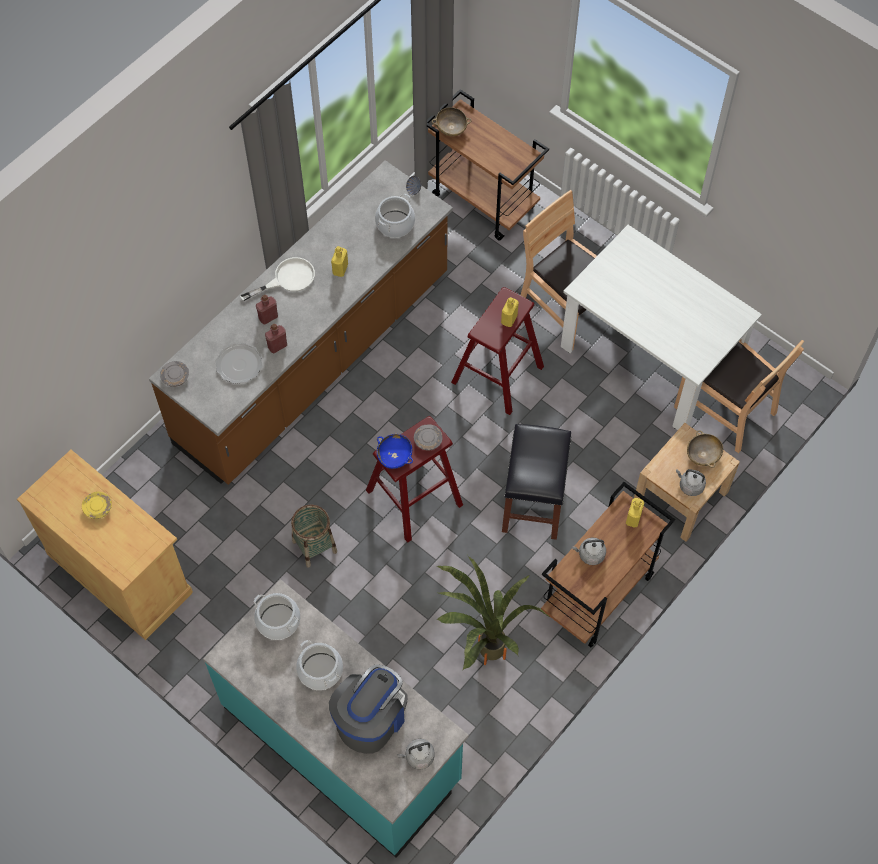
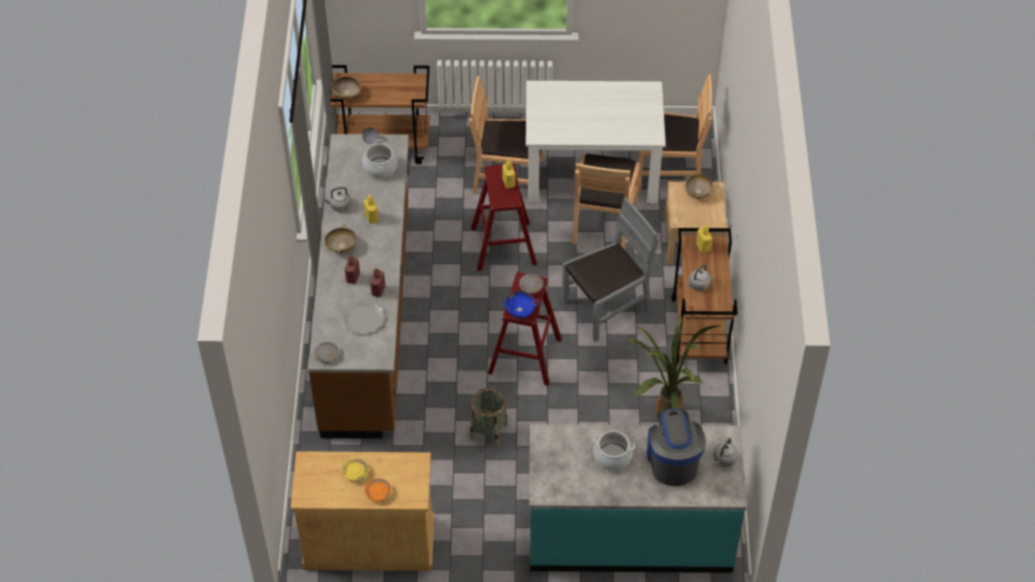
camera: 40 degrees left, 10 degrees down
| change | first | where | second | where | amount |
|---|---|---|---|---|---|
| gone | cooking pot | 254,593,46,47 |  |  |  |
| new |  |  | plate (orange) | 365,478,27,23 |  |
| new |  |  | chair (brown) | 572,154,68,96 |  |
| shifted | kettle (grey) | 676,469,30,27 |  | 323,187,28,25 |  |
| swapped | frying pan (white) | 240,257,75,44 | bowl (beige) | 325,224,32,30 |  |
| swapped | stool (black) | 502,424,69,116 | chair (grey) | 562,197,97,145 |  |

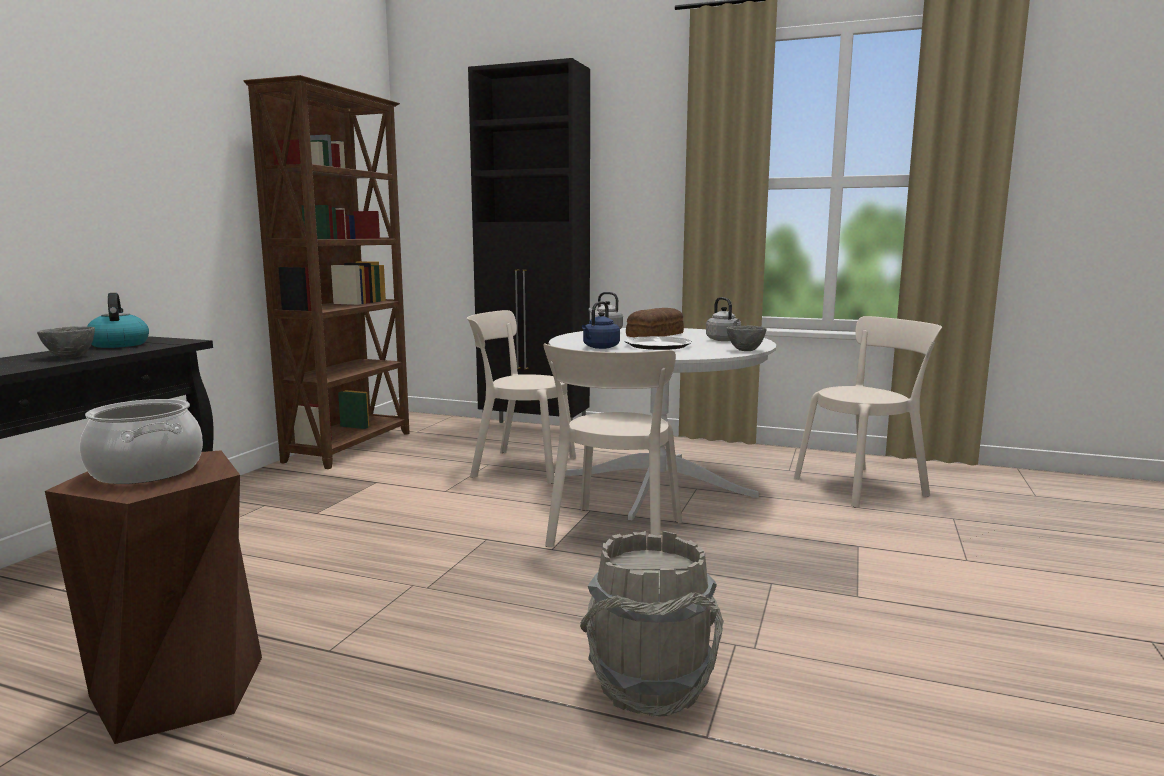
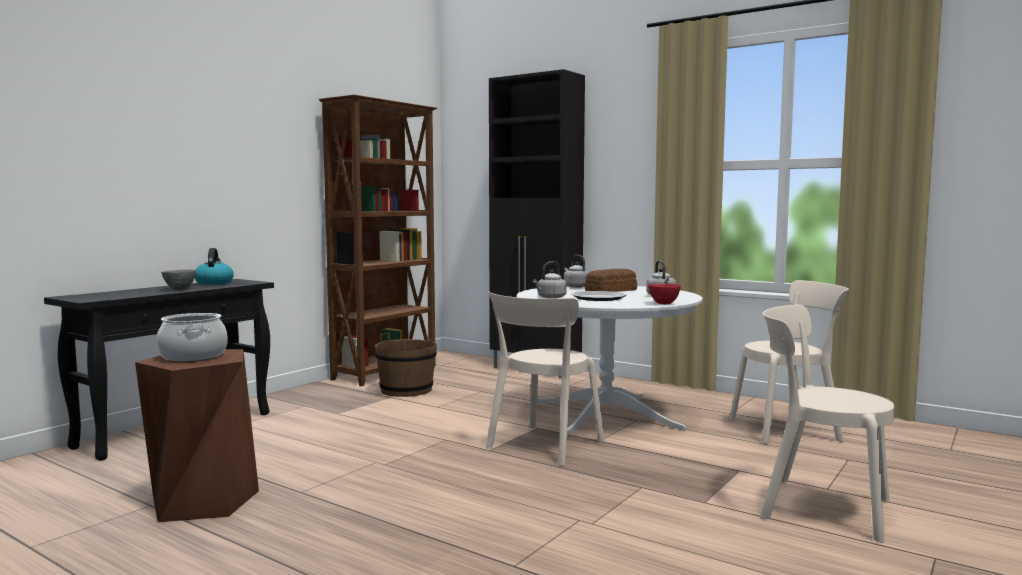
camera: 15 degrees right, 5 degrees down
| change | first | where | second | where | amount |
|---|---|---|---|---|---|
| gone | bucket (grey) | 580,531,144,186 |  |  |  |
| new |  |  | bucket (brown) | 375,332,62,65 |  |
| shifted | chair (beige) | 467,310,109,174 |  | 760,305,134,237 |  |
| repainted | kettle (blue) | 582,301,38,48 | kettle (grey) | 533,261,34,38 |  |
| repainted | bowl (grey) | 727,325,40,26 | bowl (red) | 648,284,33,20 |  |

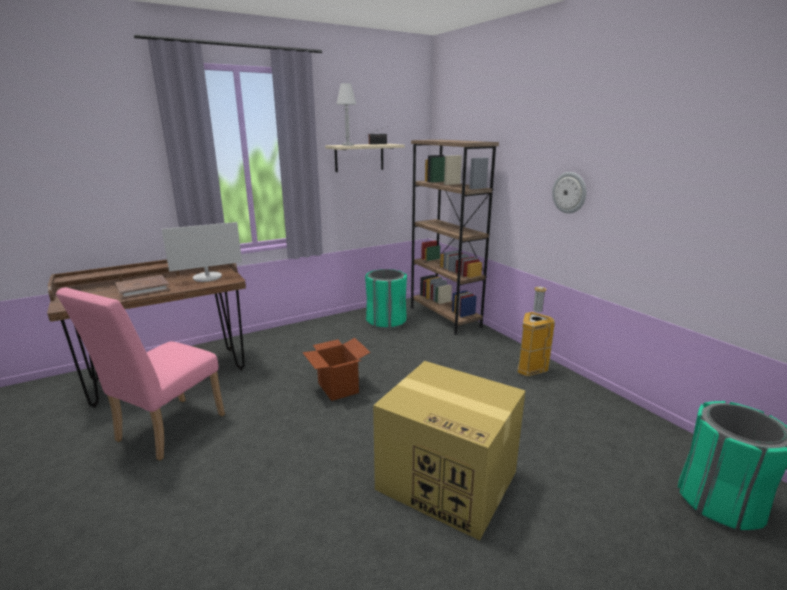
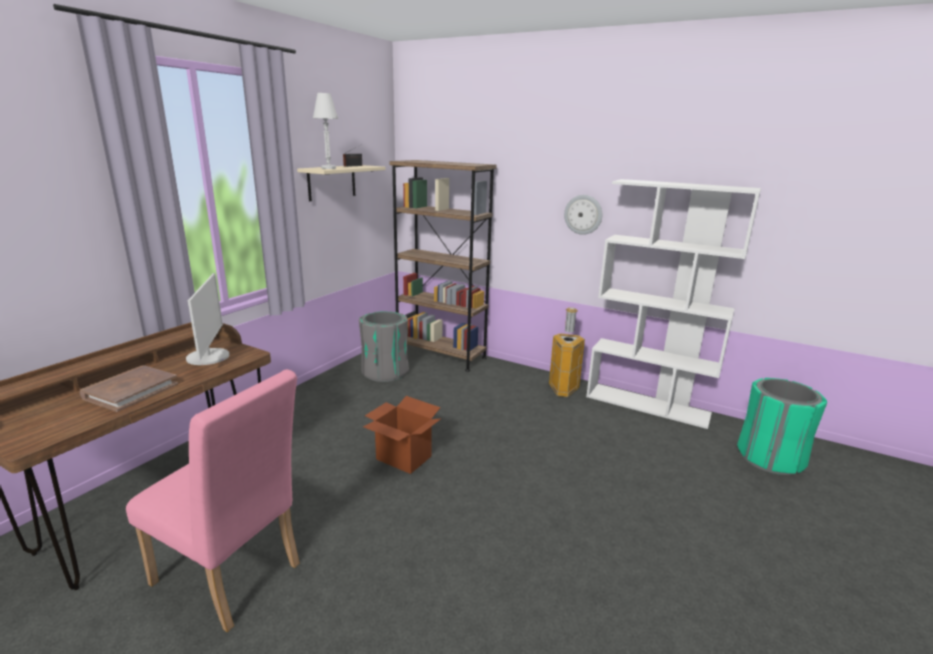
camera: 30 degrees left, 0 degrees up
| change | first | where | second | where | amount |
|---|---|---|---|---|---|
| gone | cardboard box | 373,361,153,180 |  |  |  |
| new |  |  | bookcase (white) | 586,179,175,250 |  |
| repainted | trash can (green) | 365,269,42,60 | trash can (grey) | 359,311,50,71 |  |
| rotated | chair (pink) | 56,287,169,173 |  | 126,369,174,263 | 60 degrees counterclockwise |
| rotated | monitor | 162,222,80,60 |  | 186,273,43,92 | 45 degrees counterclockwise |

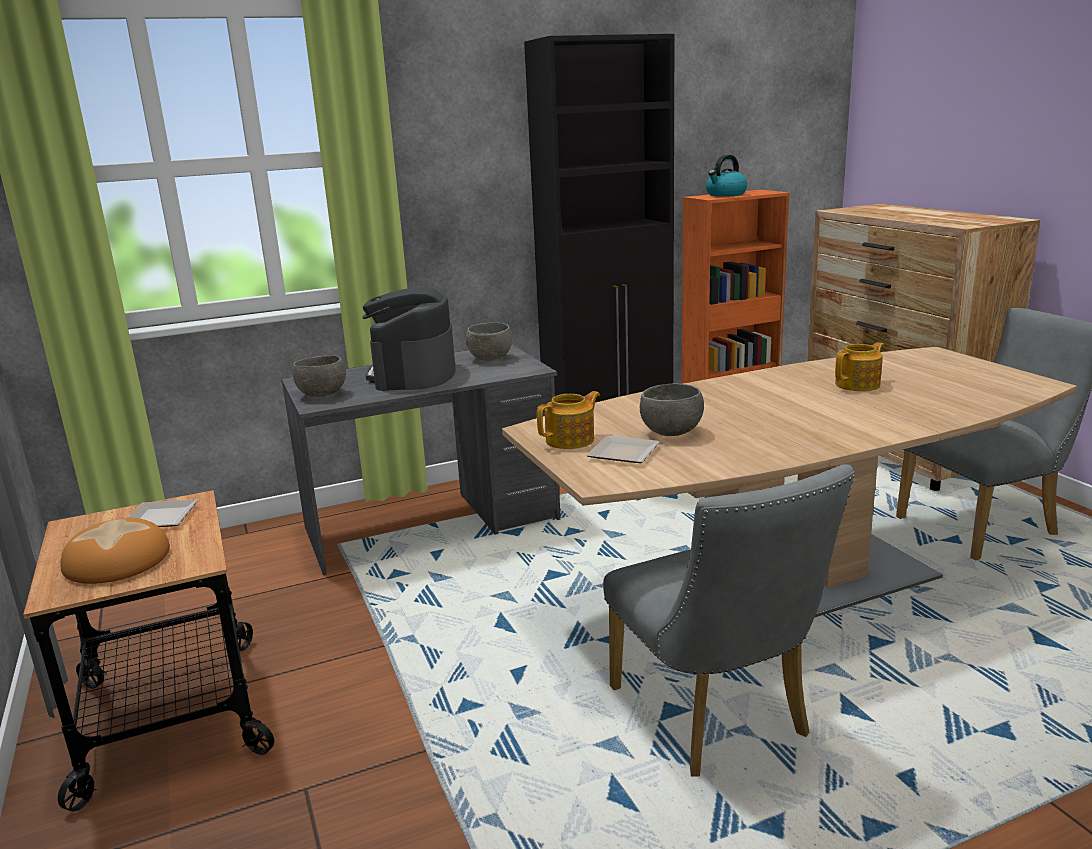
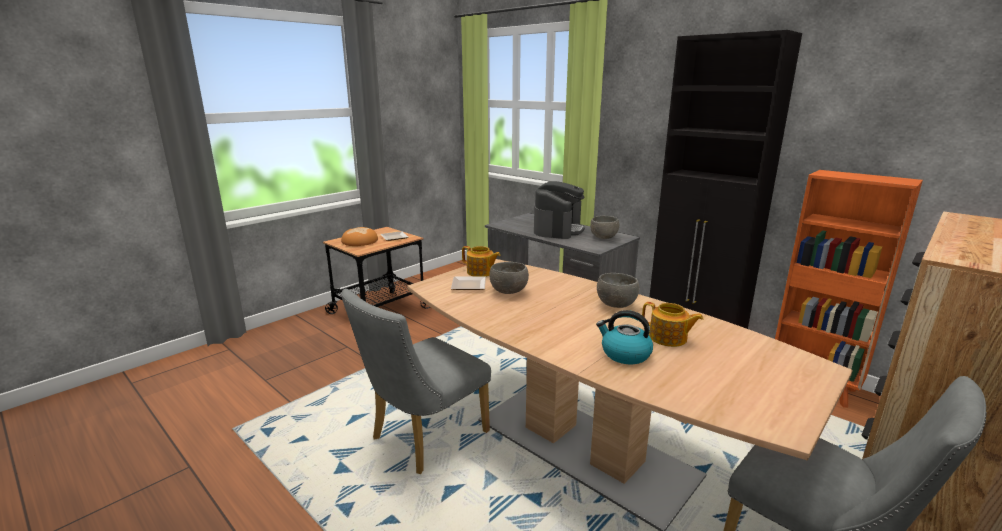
camera: 65 degrees right, 0 degrees up
| change | first | where | second | where | amount |
|---|---|---|---|---|---|
| shifted | bowl (grey) | 292,355,54,42 |  | 597,273,42,35 |  |
| shifted | kettle | 706,155,41,42 |  | 596,310,57,54 |  |
| rotated | coffee machine | 362,287,94,104 |  | 534,181,51,58 | 135 degrees clockwise |

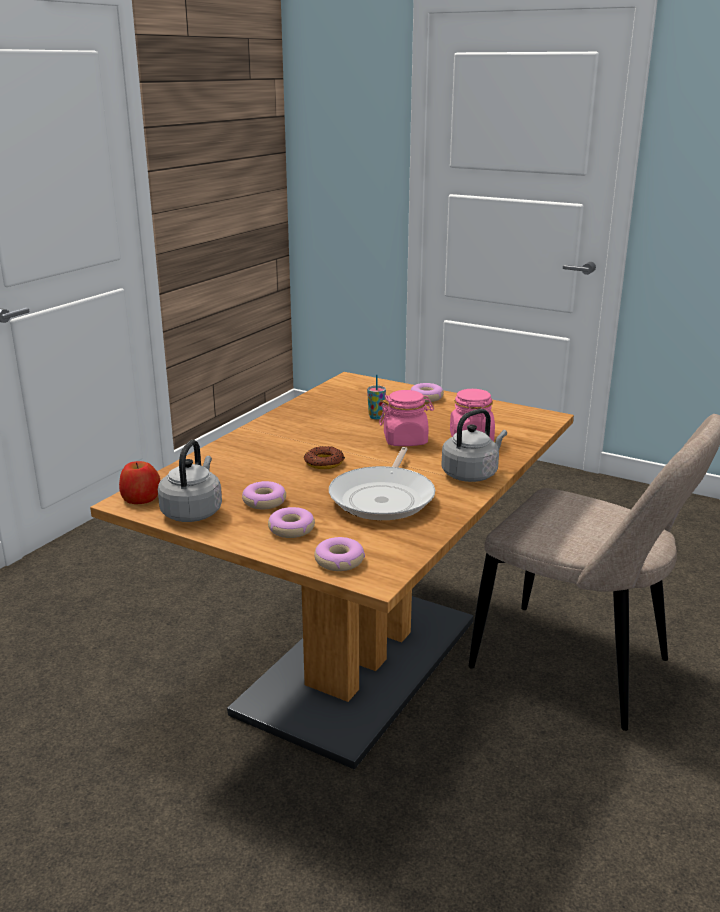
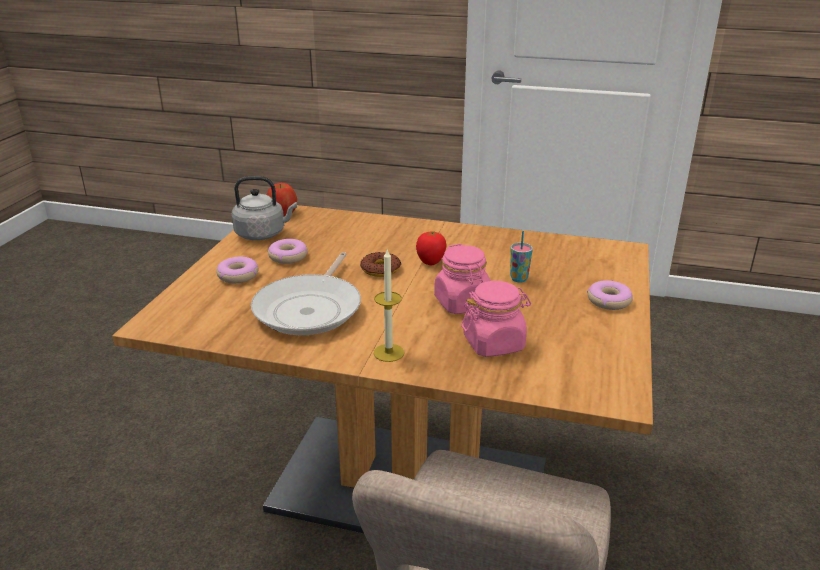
camera: 75 degrees right, 5 degrees up
| change | first | where | second | where | amount |
|---|---|---|---|---|---|
| gone | donut | 314,537,51,34 |  |  |  |
| new |  |  | tomato | 416,231,31,34 |  |
| swapped | kettle (grey) | 441,409,66,73 | candle | 374,248,30,114 |  |
| rotated | frying pan | 329,447,106,73 |  | 251,252,110,83 | 75 degrees counterclockwise |

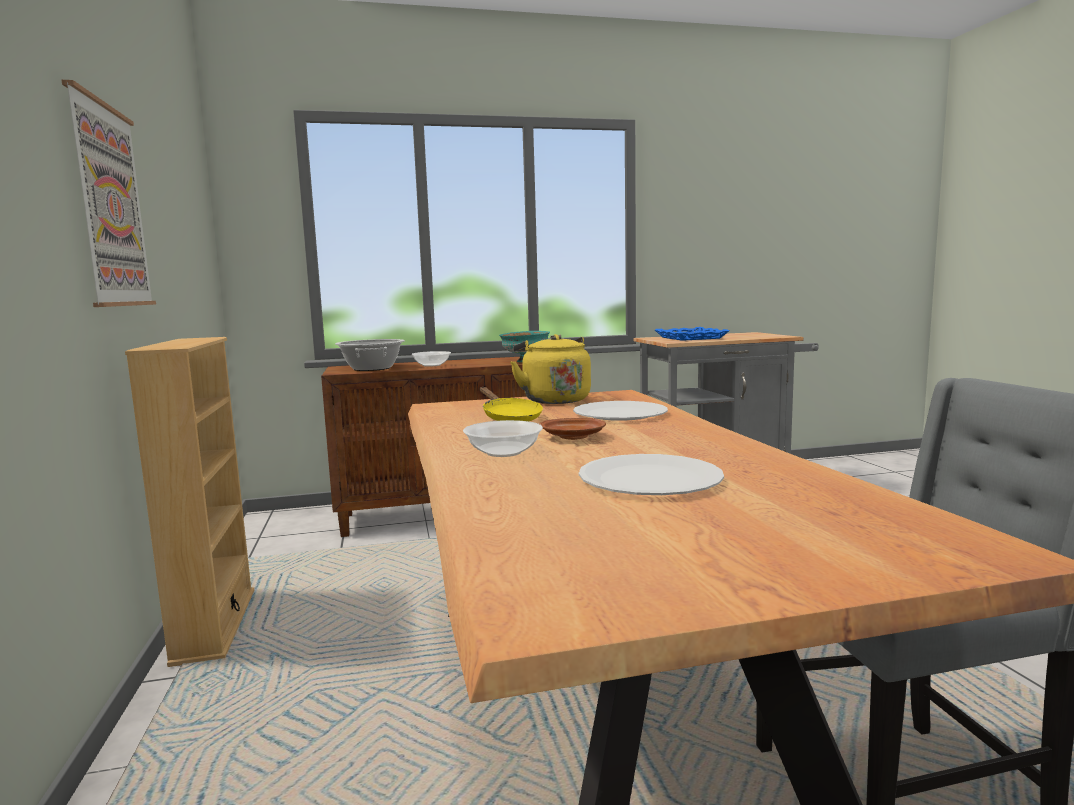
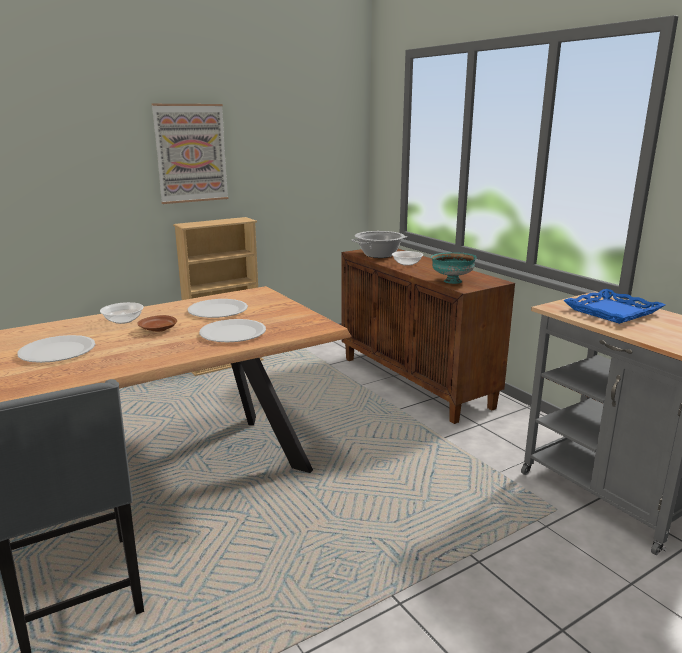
camera: 70 degrees right, 10 degrees up
| change | first | where | second | where | amount |
|---|---|---|---|---|---|
| gone | kettle (yellow) | 510,334,81,70 |  |  |  |
| swapped | frying pan (yellow) | 479,387,64,34 | plate (white) | 187,299,61,19 |  |

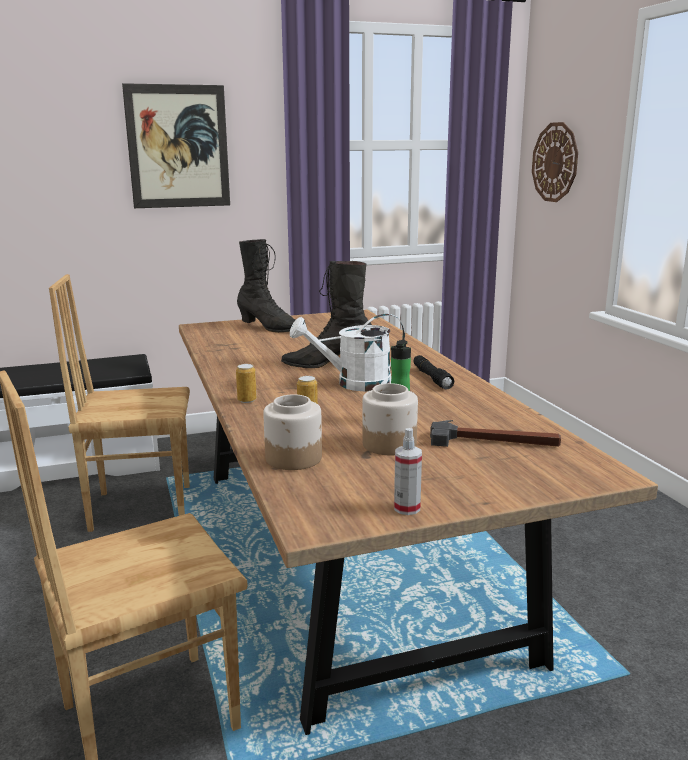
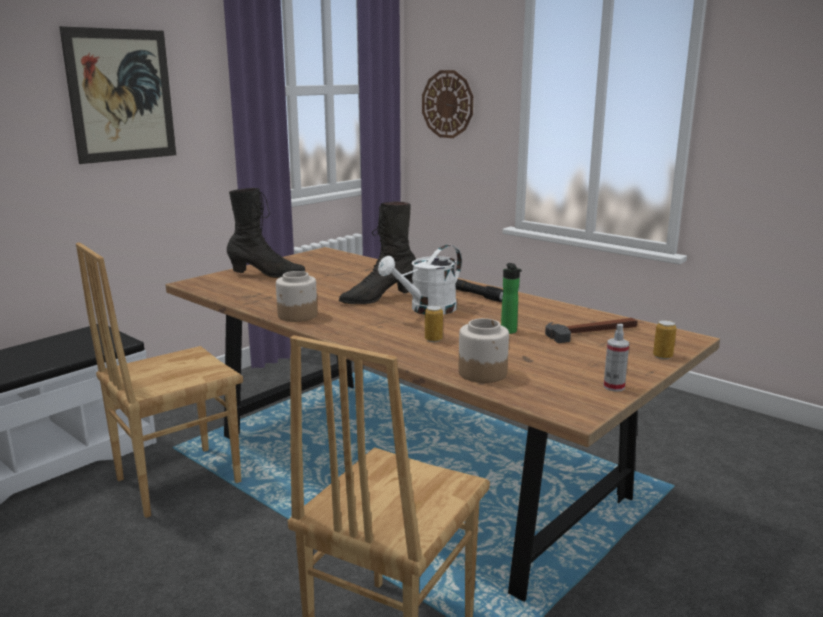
camera: 30 degrees left, 0 degrees up
| change | first | where | second | where | amount |
|---|---|---|---|---|---|
| shifted | can | 236,364,21,39 |  | 653,320,23,39 |  |
| shifted | jar | 362,383,56,72 |  | 276,271,41,51 |  |

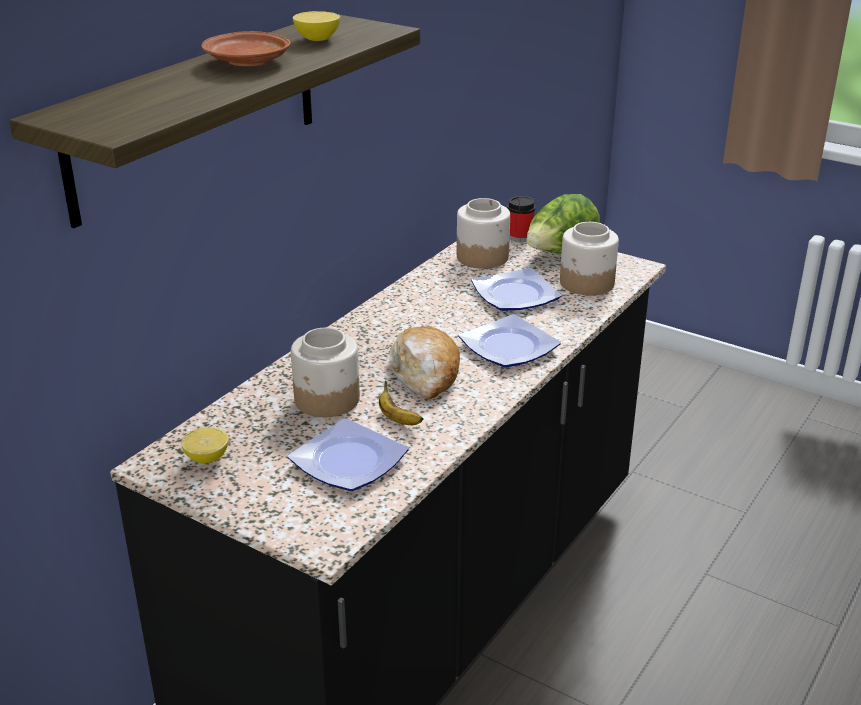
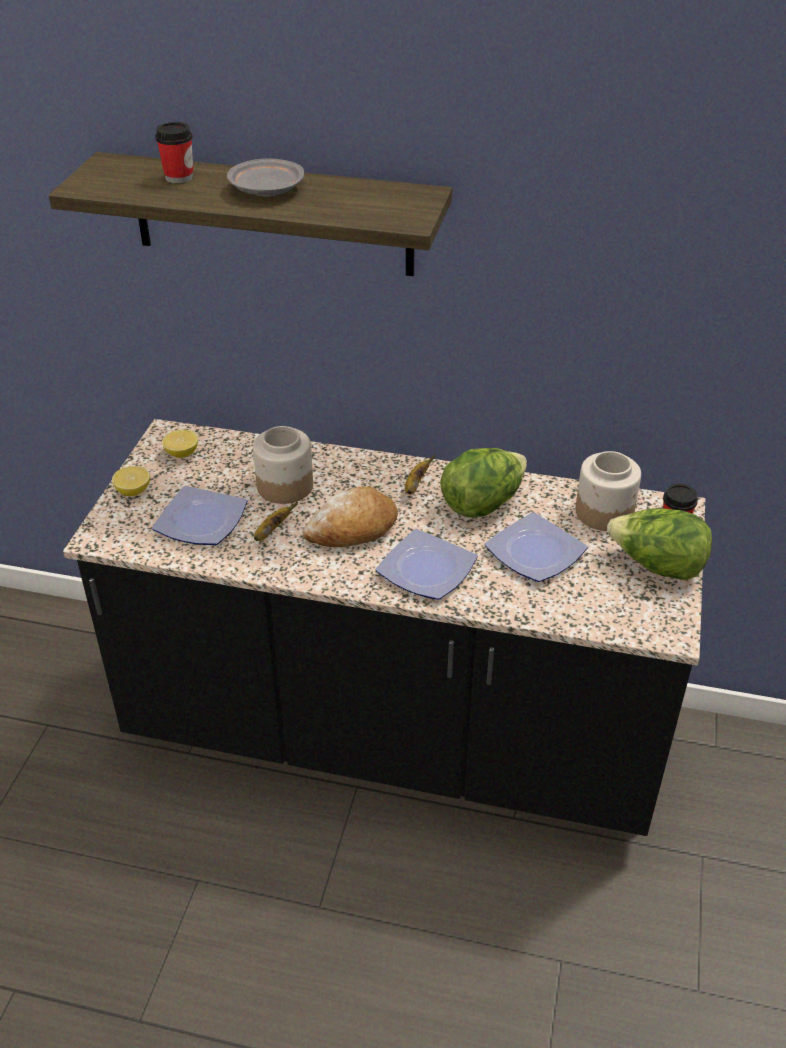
camera: 70 degrees right, 10 degrees up
| change | first | where | second | where | amount |
|---|---|---|---|---|---|
| gone | jar | 560,222,59,73 |  |  |  |
| new |  |  | cup | 155,122,38,61 |  |
| new |  |  | banana | 405,454,30,41 |  |
| new |  |  | lettuce | 440,448,87,69 |  |
| shifted | lemon | 293,11,47,30 |  | 112,466,38,30 |  |
| repainted | plate (brown) | 202,31,89,36 | plate (grey) | 227,158,77,39 |  |

